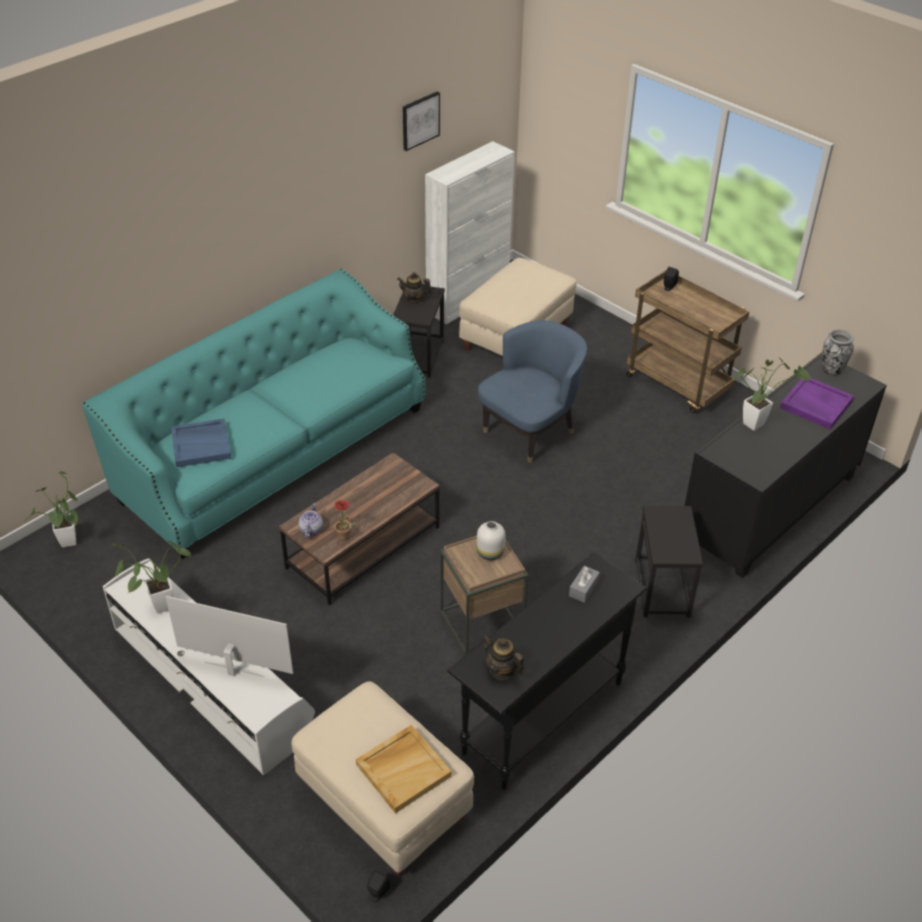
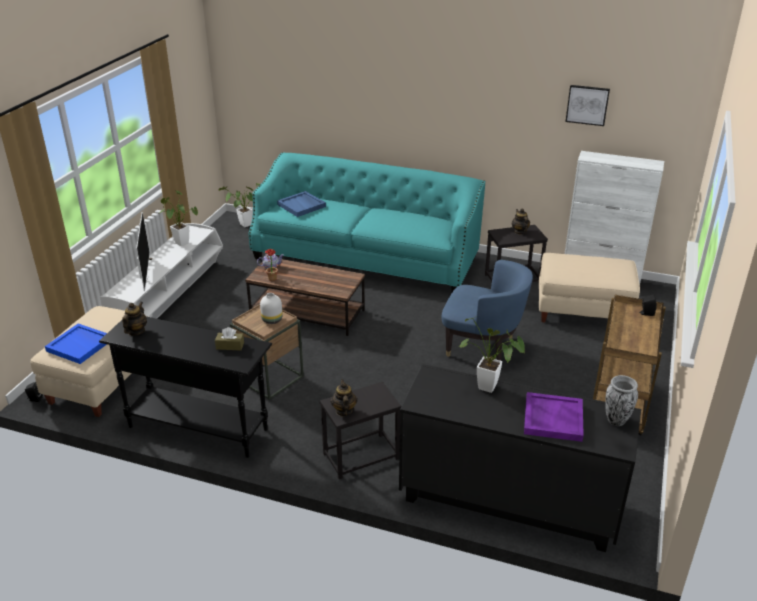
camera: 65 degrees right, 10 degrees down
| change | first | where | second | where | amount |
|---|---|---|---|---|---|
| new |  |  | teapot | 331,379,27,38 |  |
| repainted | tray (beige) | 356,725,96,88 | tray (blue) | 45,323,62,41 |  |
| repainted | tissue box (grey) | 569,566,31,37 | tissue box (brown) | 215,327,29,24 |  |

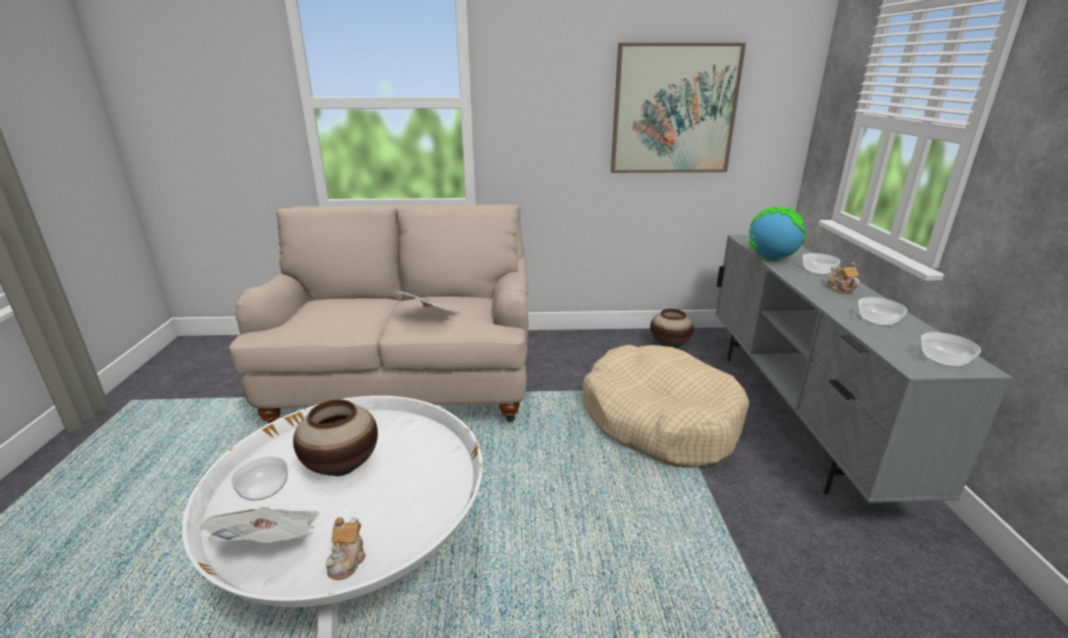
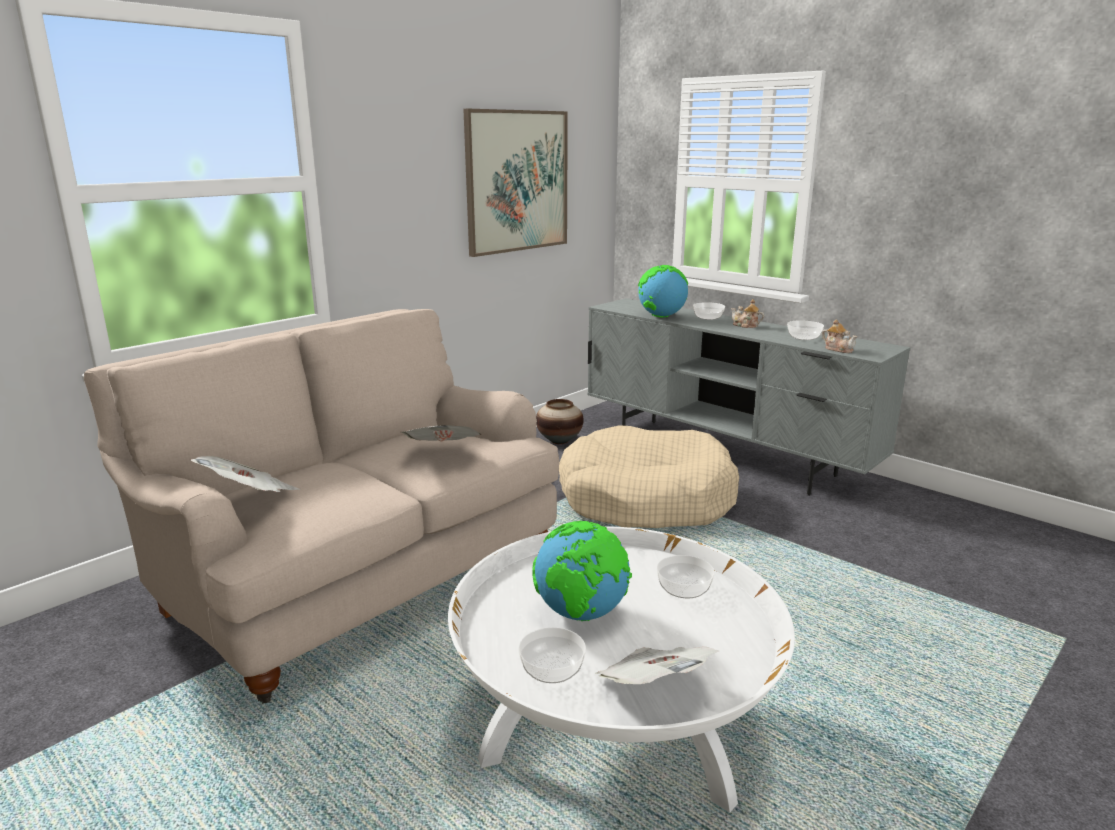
camera: 45 degrees left, 5 degrees down
| change | first | where | second | where | amount |
|---|---|---|---|---|---|
| new |  |  | newspaper | 190,456,111,36 |  |
| shifted | teapot | 326,517,40,63 |  | 822,319,36,34 |  |
| shifted | bowl | 920,332,61,35 |  | 657,555,58,43 |  |
| swapped | vase | 293,399,85,77 | globe | 532,521,100,100 |  |

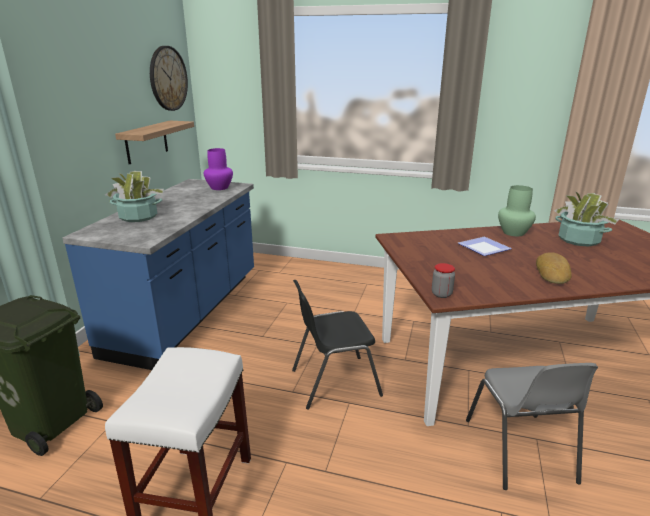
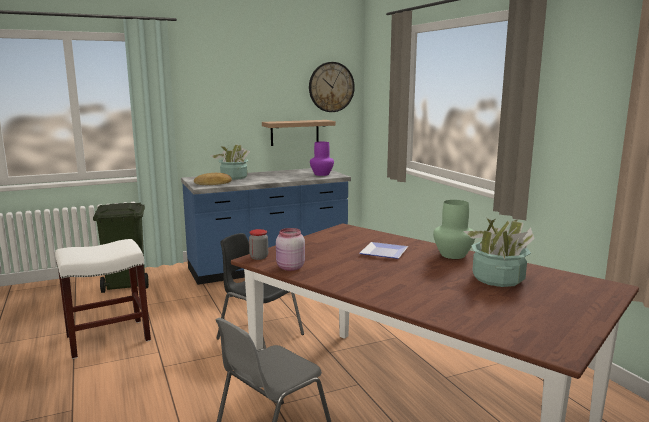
camera: 50 degrees right, 10 degrees down
| change | first | where | second | where | amount |
|---|---|---|---|---|---|
| new |  |  | jar (pink) | 276,228,29,43 |  |
| shifted | bread | 536,252,36,32 |  | 194,173,38,12 |  |

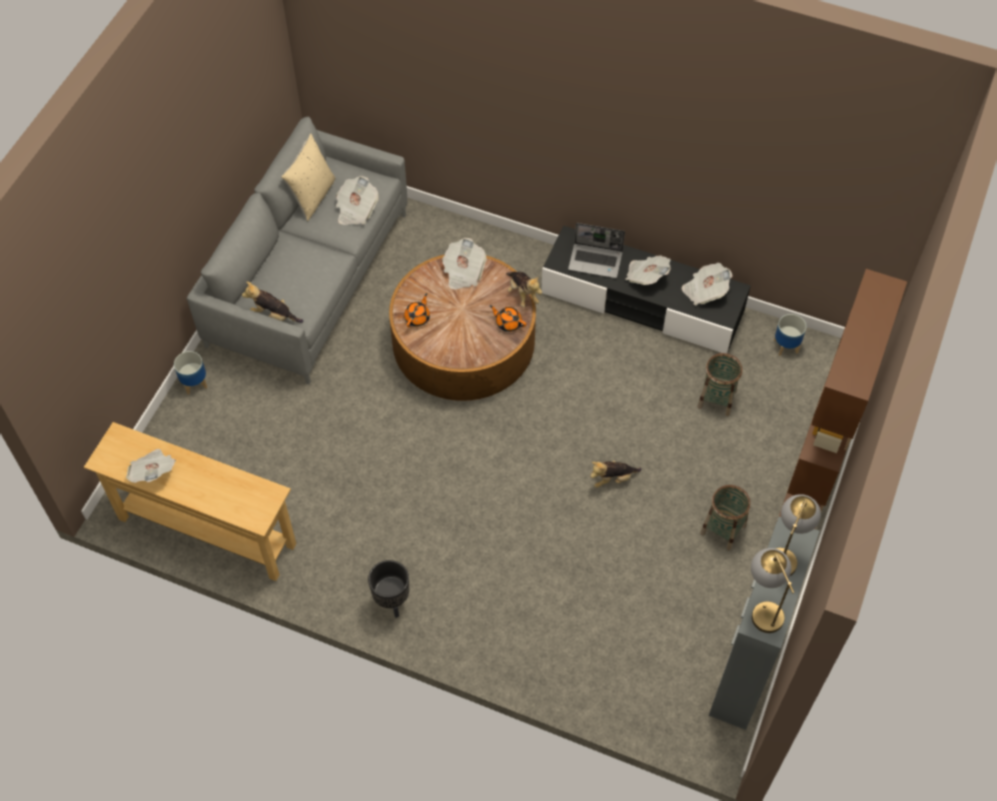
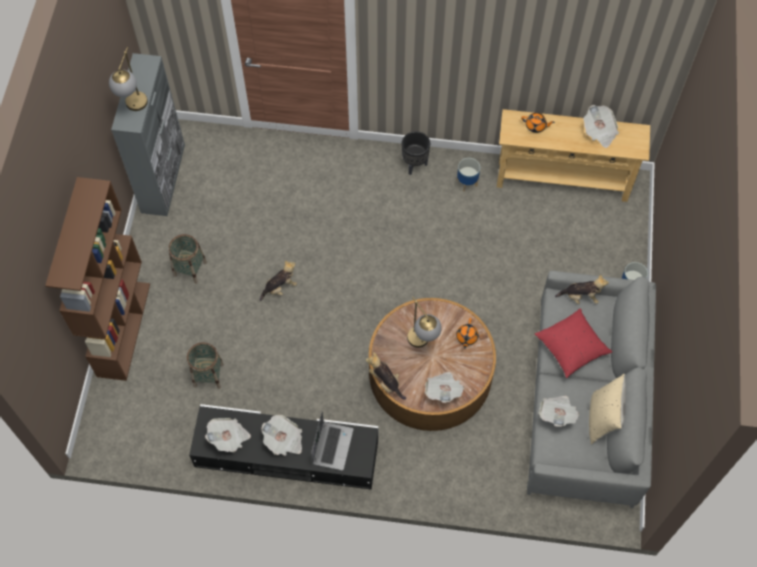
camera: 165 degrees right, 5 degrees up
| change | first | where | second | where | amount |
|---|---|---|---|---|---|
| new |  |  | pillow (red) | 535,309,77,69 |  |
| shifted | teapot (orange) | 490,305,36,27 |  | 521,112,34,21 |  |
| shifted | table lamp | 751,548,43,85 |  | 407,297,35,51 |  |
| shifted | planter | 774,314,32,42 |  | 457,158,23,34 |  |
| rotated | laptop | 568,223,57,55 |  | 311,412,42,59 | 105 degrees clockwise |

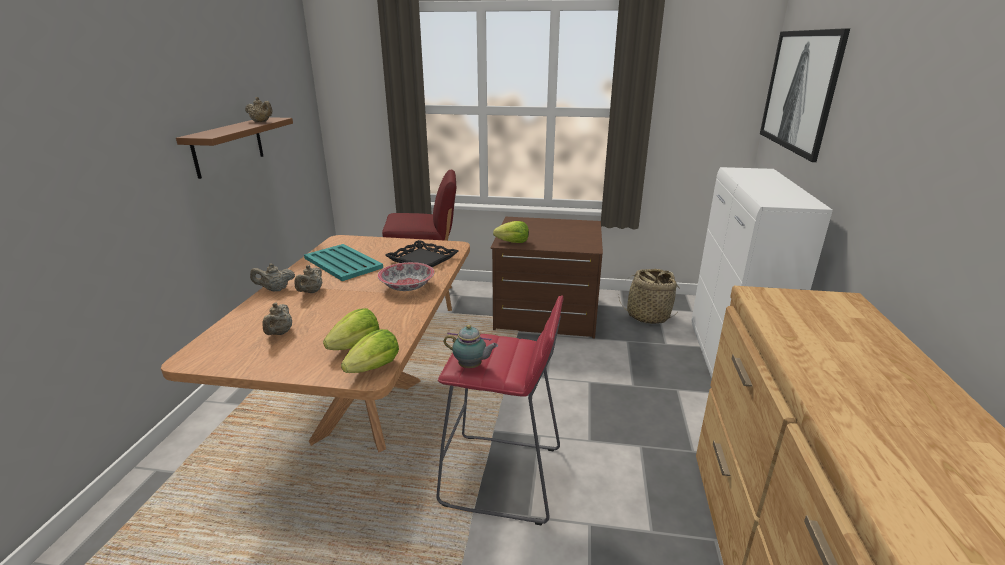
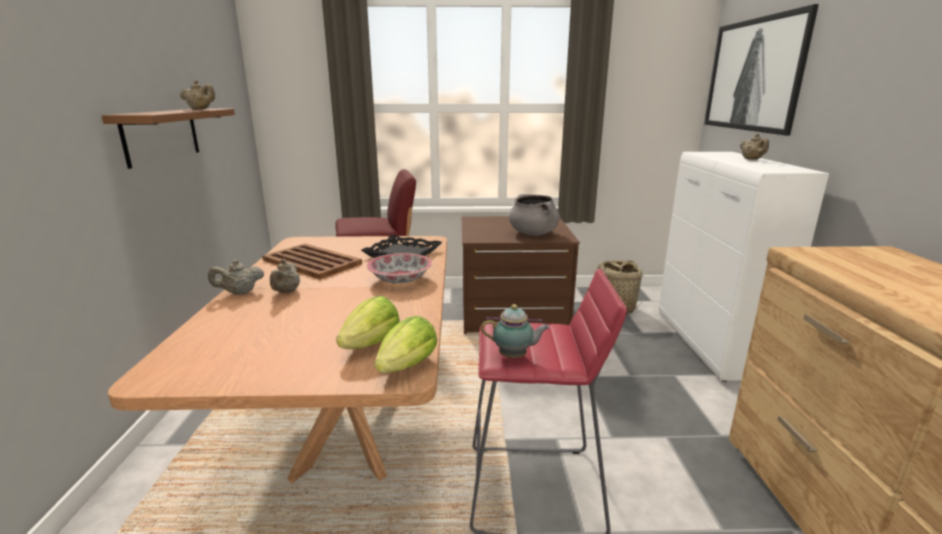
camera: 10 degrees left, 5 degrees down
| change | first | where | second | where | amount |
|---|---|---|---|---|---|
| gone | lettuce | 493,221,36,22 |  |  |  |
| new |  |  | cooking pot (grey) | 509,194,51,42 |  |
| shifted | teapot (beige) | 262,303,30,32 |  | 740,133,29,27 |  |
| repainted | tray (turquoise) | 304,244,79,37 | tray (brown) | 262,244,100,35 |  |

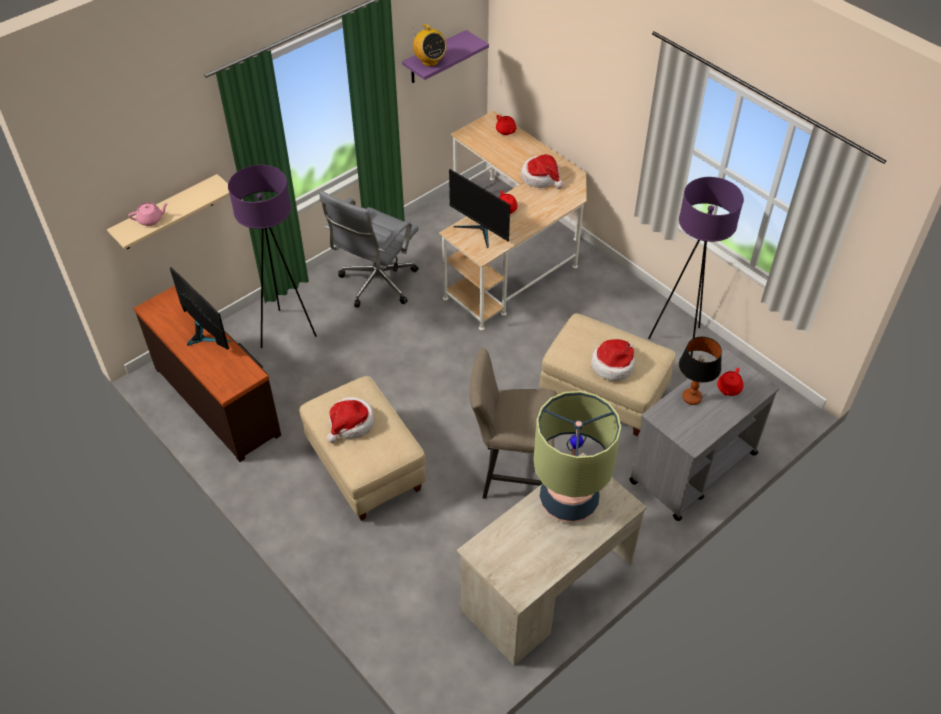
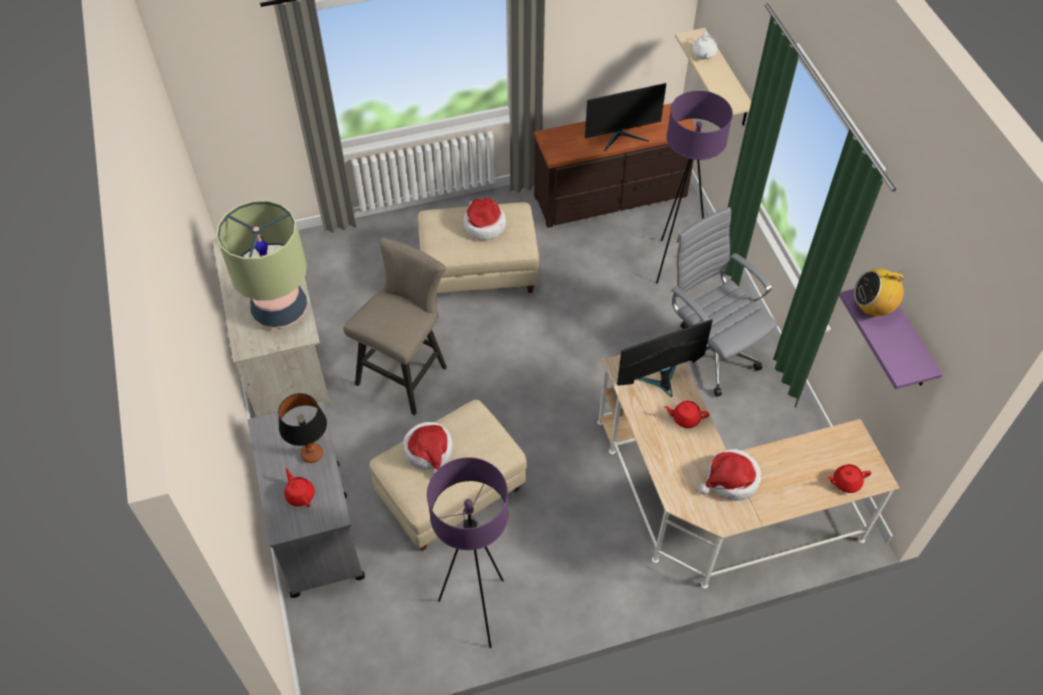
camera: 115 degrees right, 5 degrees up
| change | first | where | second | where | amount |
|---|---|---|---|---|---|
| repainted | teapot (pink) | 129,202,39,24 | teapot (white) | 693,32,24,27 |  |

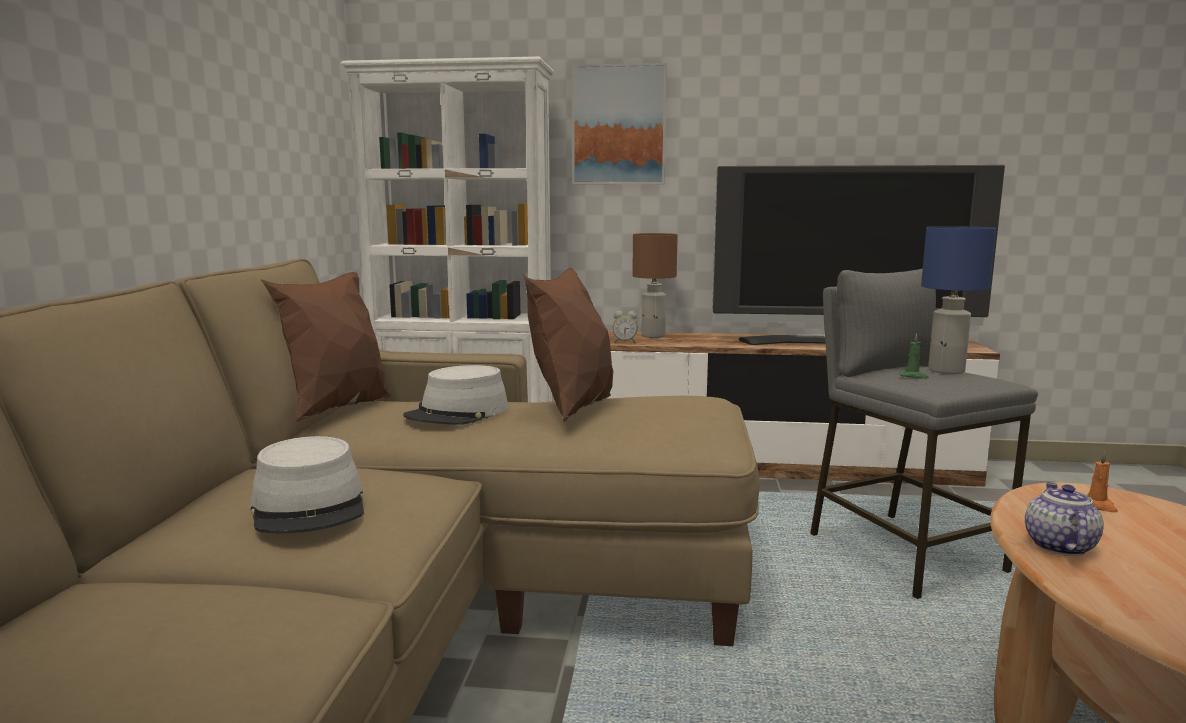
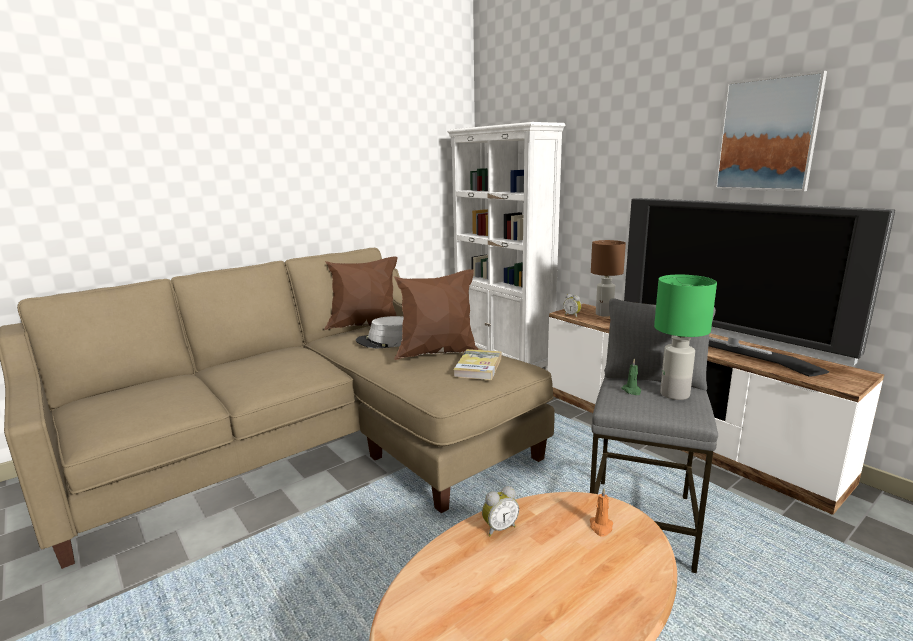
camera: 45 degrees right, 5 degrees up
| change | first | where | second | where | amount |
|---|---|---|---|---|---|
| gone | hat (grey) | 250,436,114,97 |  |  |  |
| new |  |  | book | 453,349,49,31 |  |
| shifted | picture | 571,63,96,121 |  | 714,71,113,120 |  |
| swapped | teapot | 1025,482,79,74 | alarm clock | 482,486,37,50 |  |
| repainted | table lamp (blue) | 921,226,75,148 | table lamp (green) | 654,275,63,125 |  |

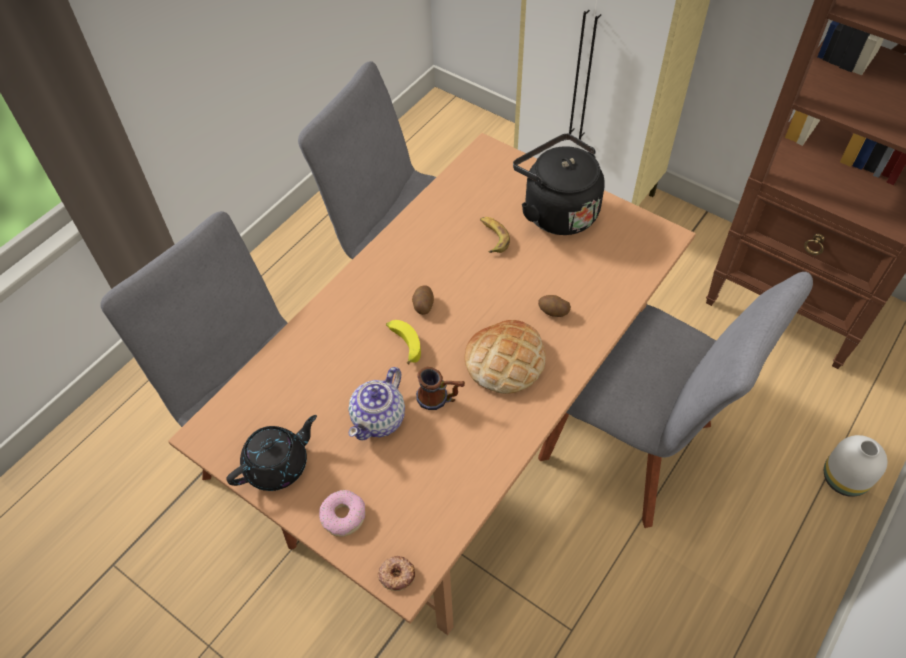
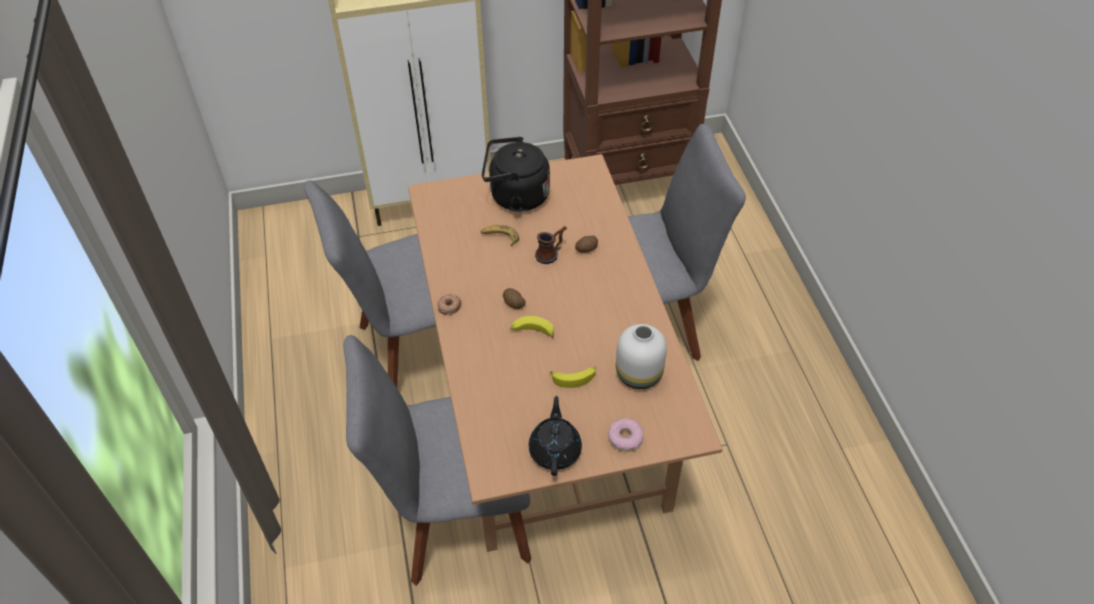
camera: 50 degrees left, 5 degrees down
| change | first | where | second | where | amount |
|---|---|---|---|---|---|
| gone | bread | 465,320,81,74 |  |  |  |
| shifted | donut | 378,556,37,35 |  | 438,294,23,21 |  |
| shifted | mug | 416,367,49,43 |  | 535,226,32,38 |  |
| shifted | vase (white) | 824,435,63,62 |  | 616,324,51,65 |  |
| swapped | teapot | 348,367,57,73 | banana | 550,367,46,21 |  |

